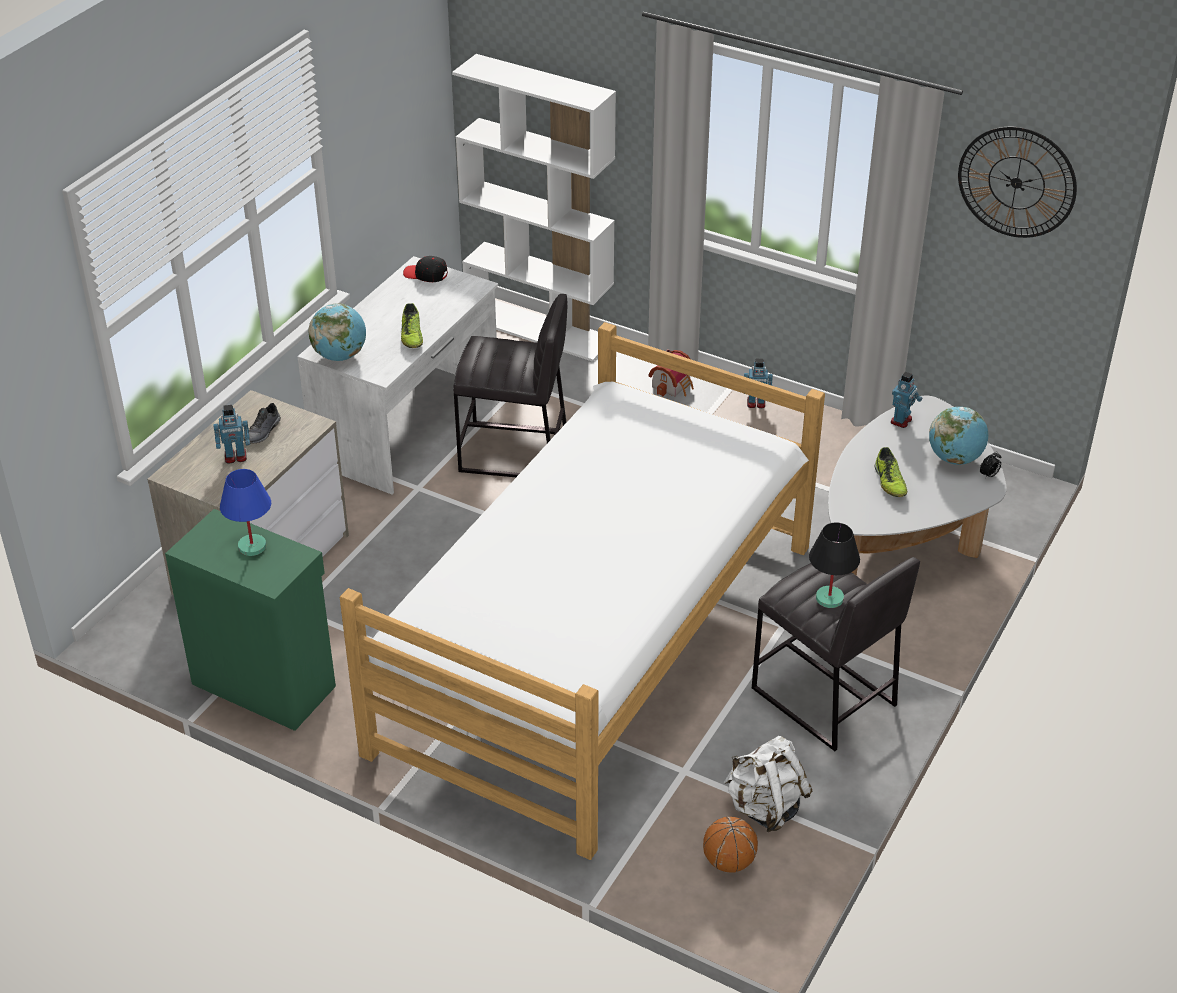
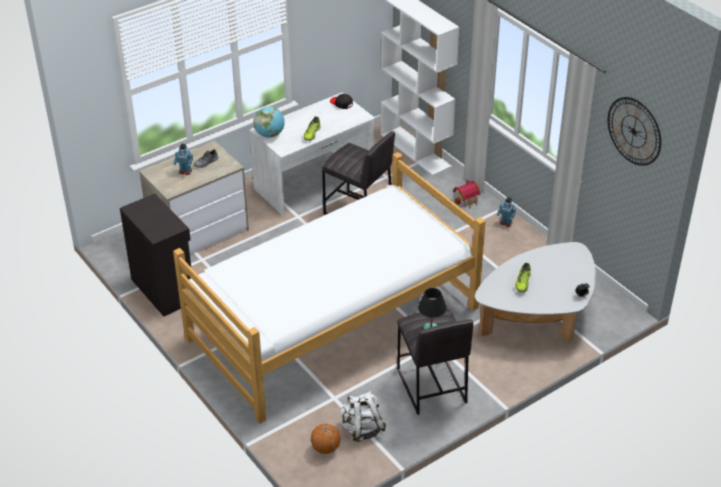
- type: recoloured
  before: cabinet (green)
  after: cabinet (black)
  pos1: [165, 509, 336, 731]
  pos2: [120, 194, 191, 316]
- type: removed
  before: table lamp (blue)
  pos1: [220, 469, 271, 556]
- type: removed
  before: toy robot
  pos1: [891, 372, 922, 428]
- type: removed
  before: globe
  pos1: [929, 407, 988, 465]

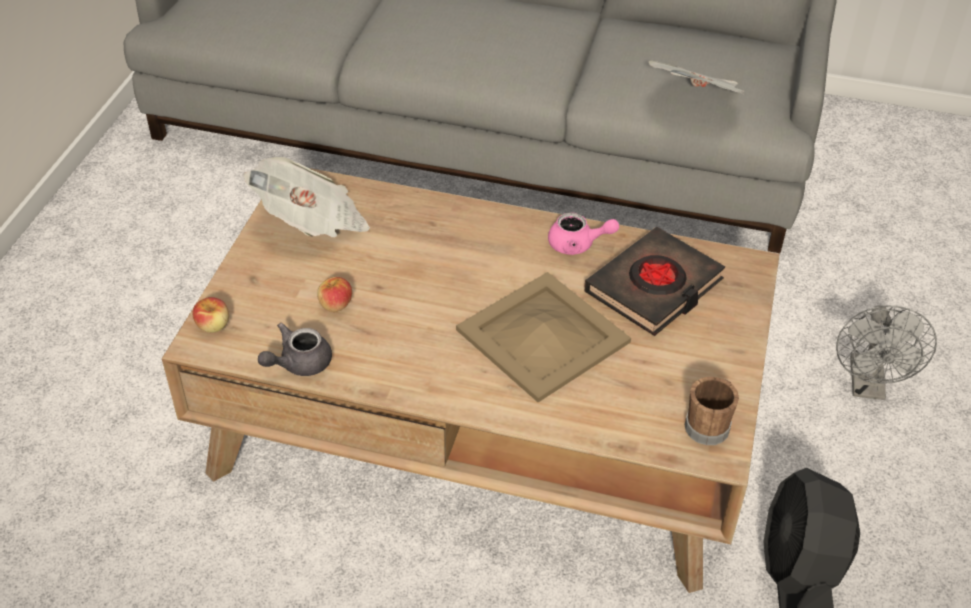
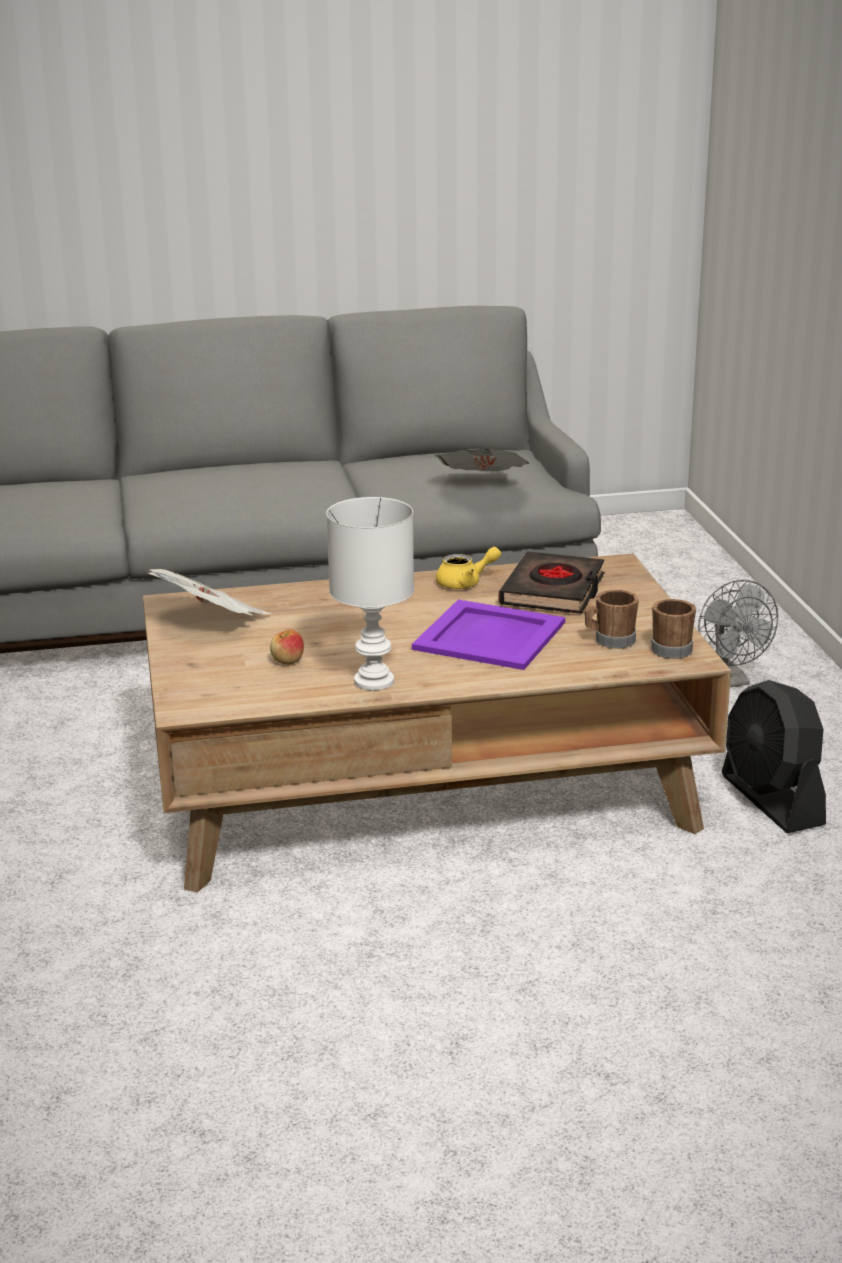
- type: added
  after: table lamp (white)
  pos2: [326, 497, 414, 690]
- type: recoloured
  before: tray (beige)
  after: tray (purple)
  pos1: [456, 272, 631, 402]
  pos2: [412, 599, 565, 670]
- type: recoloured
  before: teapot (pink)
  after: teapot (yellow)
  pos1: [548, 213, 619, 255]
  pos2: [436, 547, 501, 589]
- type: added
  after: mug (brown)
  pos2: [585, 590, 639, 649]
- type: removed
  before: apple
  pos1: [192, 297, 229, 333]
- type: removed
  before: teapot (grey)
  pos1: [258, 323, 332, 376]

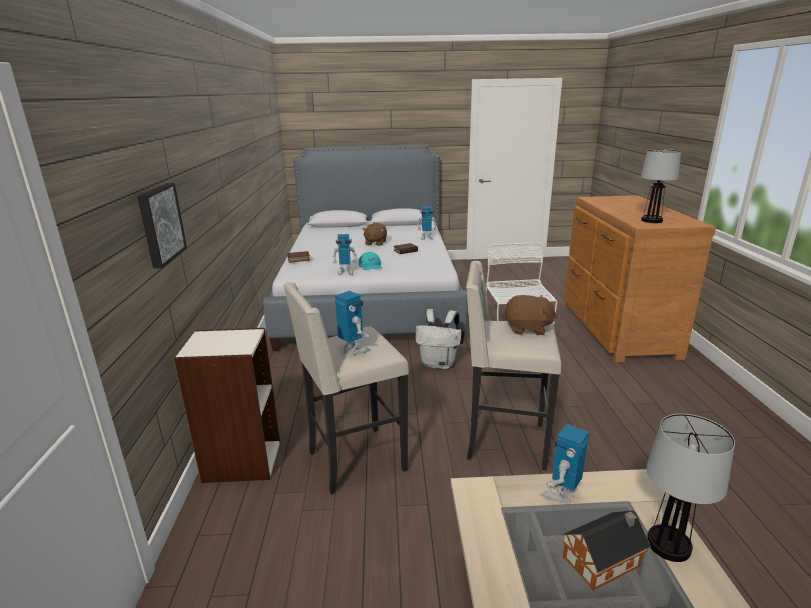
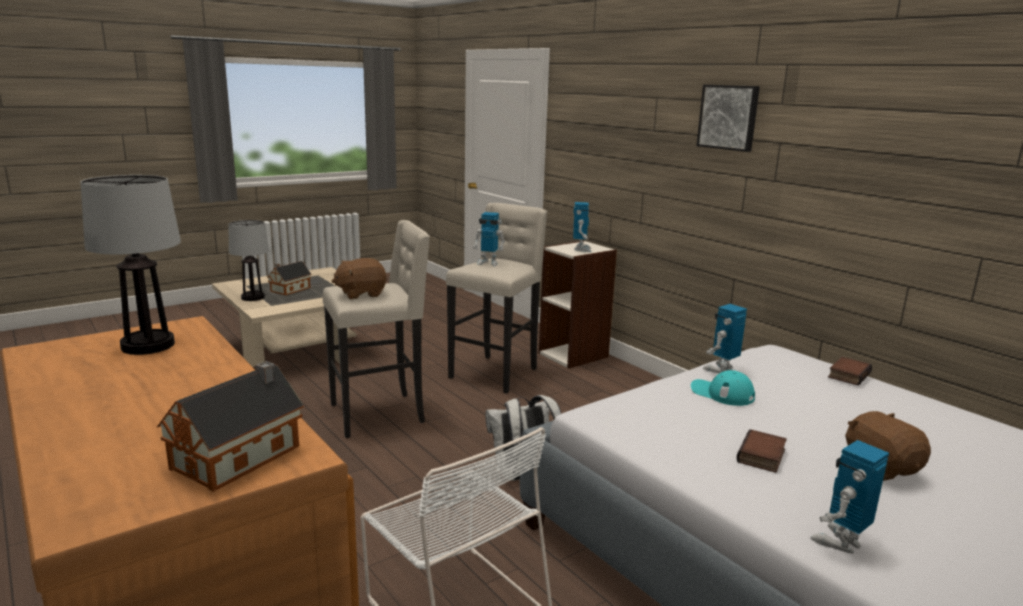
- type: added
  after: toy house
  pos2: [157, 361, 304, 492]
- type: moved
  before: toy robot
  pos1: [540, 424, 589, 503]
  pos2: [573, 202, 592, 252]
- type: moved
  before: picture
  pos1: [137, 183, 187, 269]
  pos2: [696, 85, 760, 152]

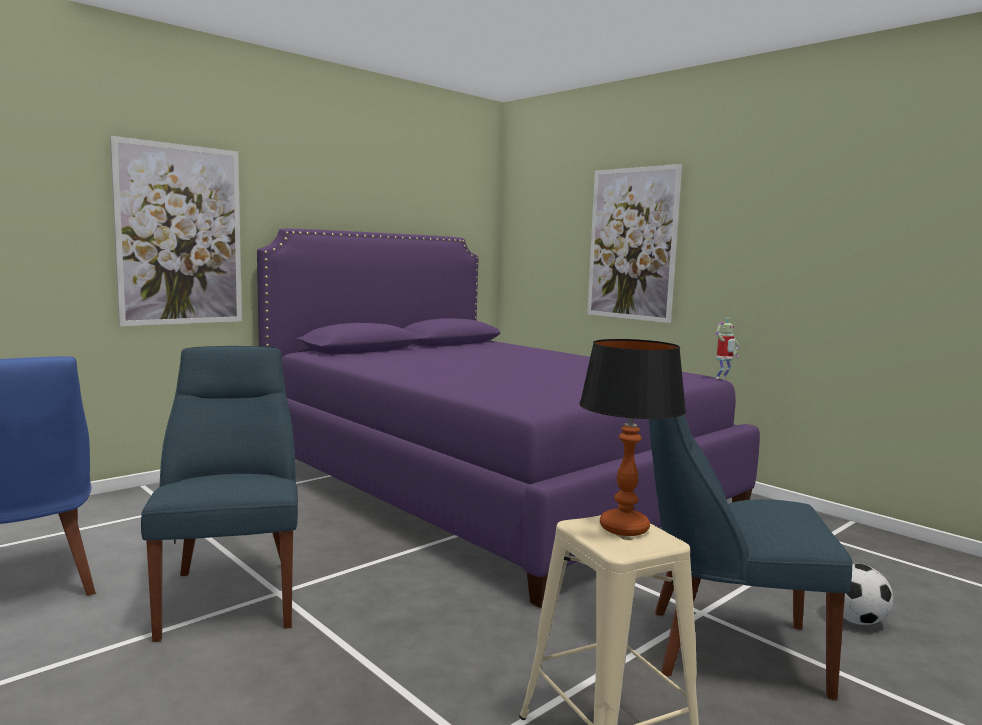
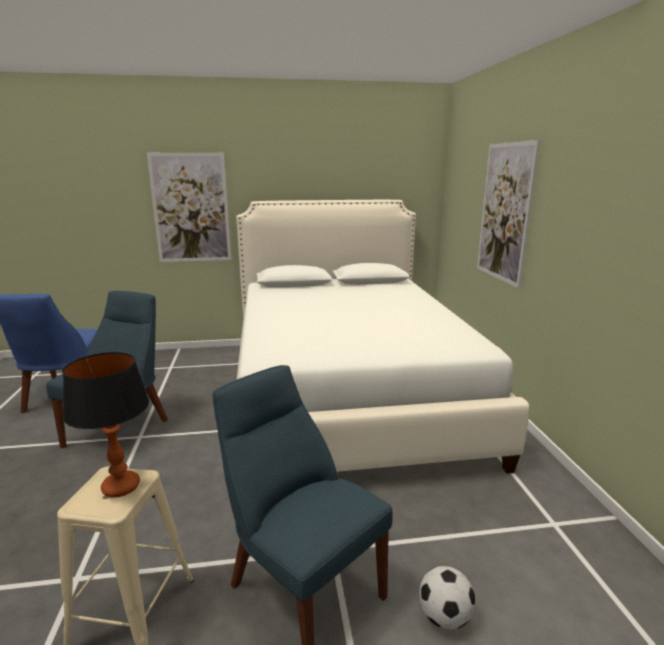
- type: recoloured
  before: bed (purple)
  after: bed (white)
  pos1: [257, 229, 760, 608]
  pos2: [236, 200, 529, 474]
- type: removed
  before: toy robot
  pos1: [716, 318, 739, 379]

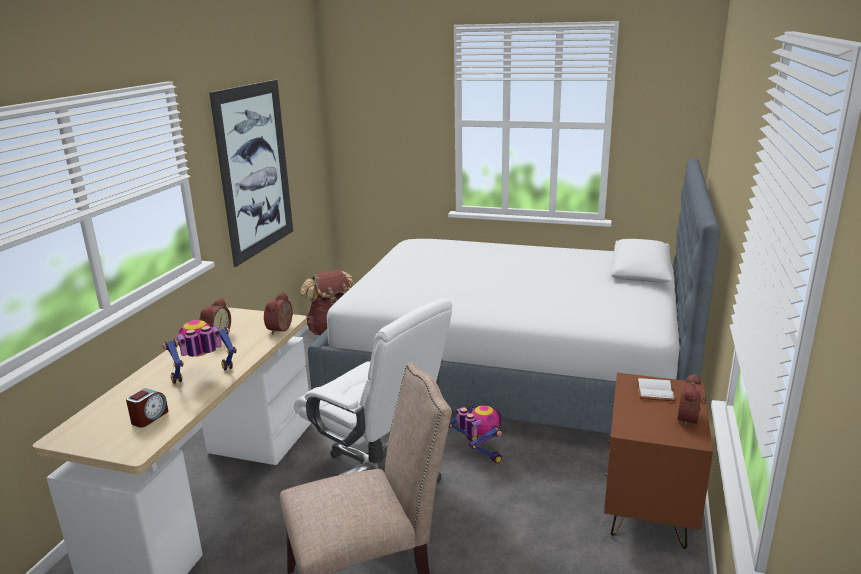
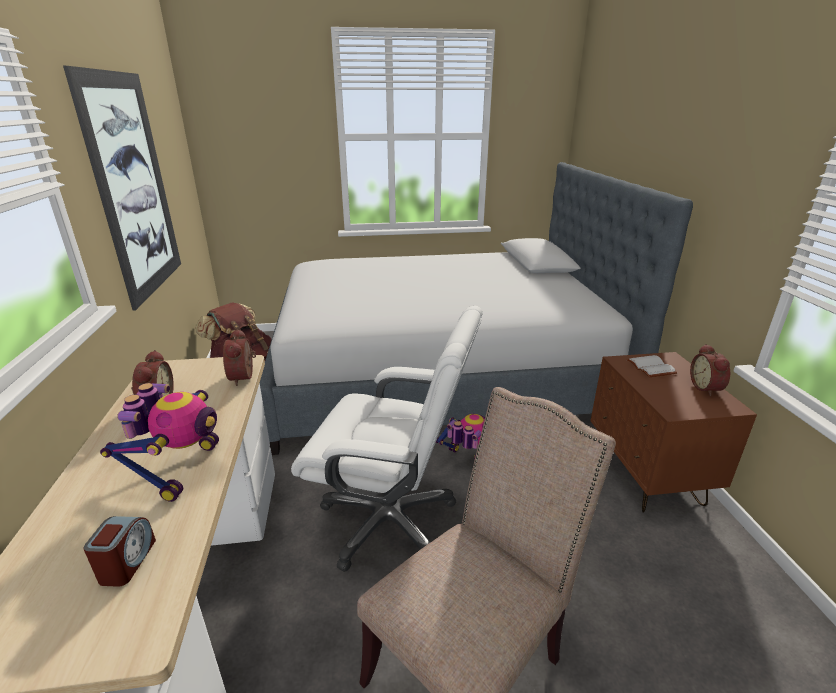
- type: turned
  before: toy robot
  pos1: [162, 320, 237, 384]
  pos2: [100, 383, 219, 502]
  turn: 150

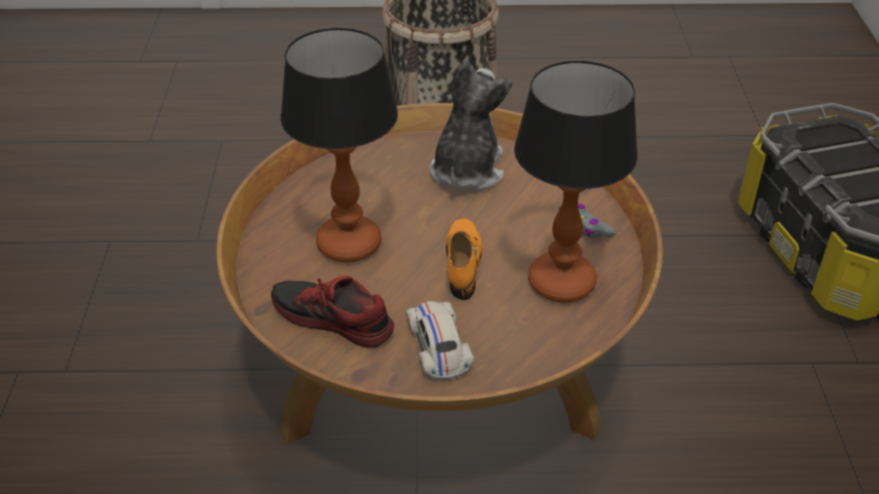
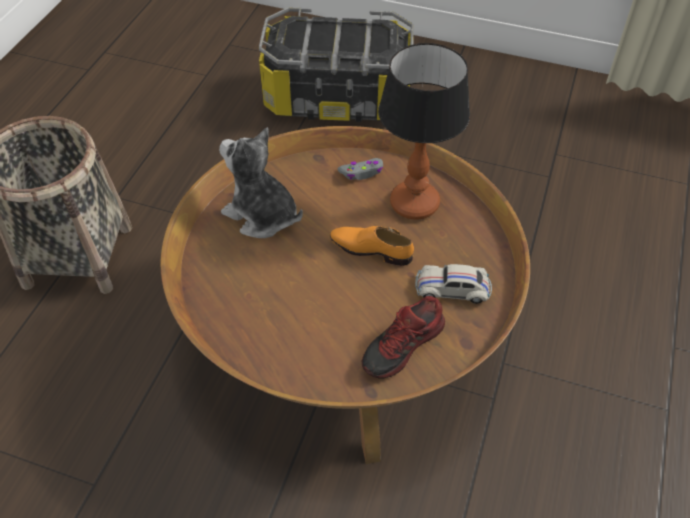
- type: removed
  before: table lamp
  pos1: [280, 28, 398, 262]

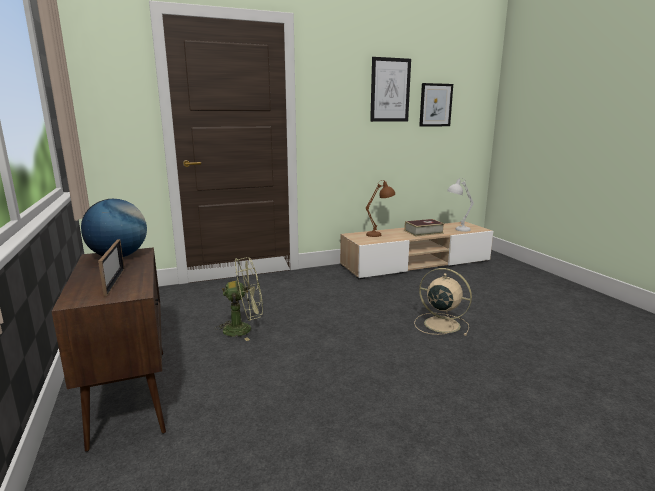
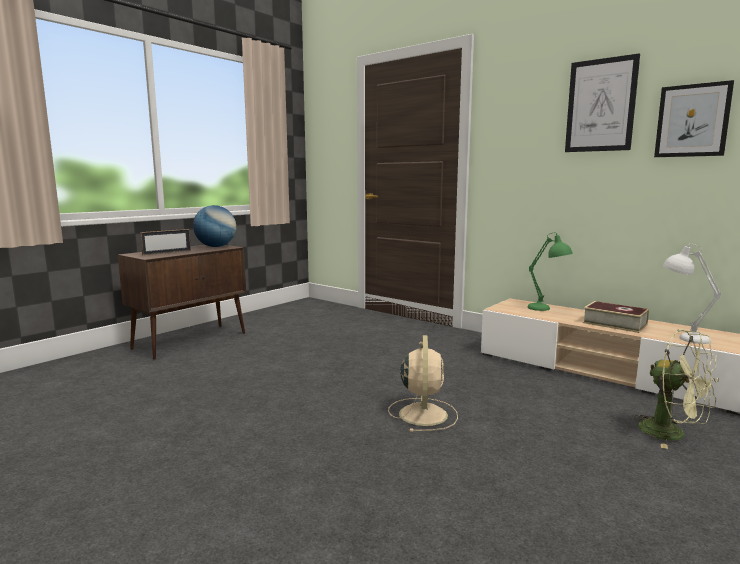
- type: recoloured
  before: table lamp (brown)
  after: table lamp (green)
  pos1: [366, 180, 395, 237]
  pos2: [528, 233, 573, 311]
- type: moved
  before: fan (green)
  pos1: [215, 257, 263, 341]
  pos2: [632, 329, 719, 449]

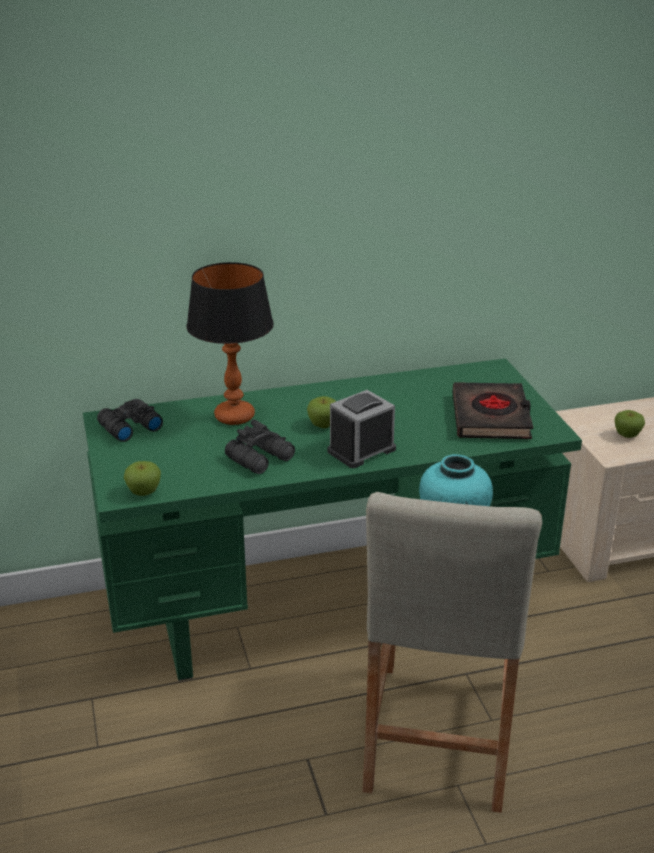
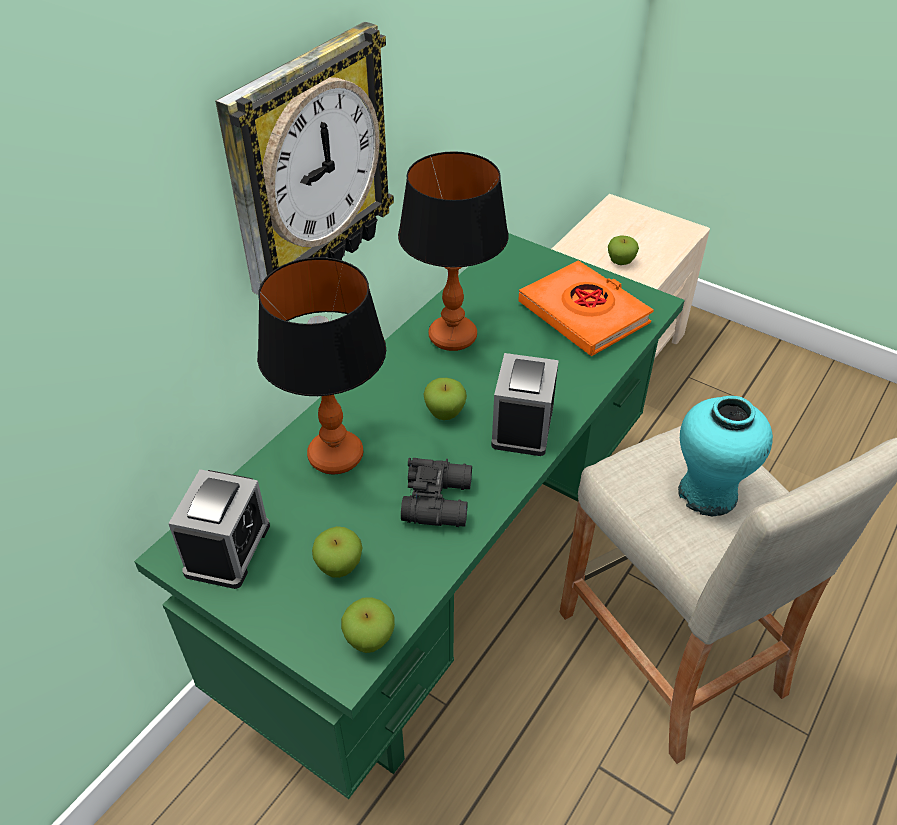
- type: replaced
  before: binoculars (black)
  after: alarm clock
  pos1: [97, 399, 163, 442]
  pos2: [168, 469, 270, 589]
- type: added
  after: wall clock
  pos2: [215, 22, 394, 295]
- type: added
  after: apple
  pos2: [312, 526, 363, 578]
- type: added
  after: table lamp
  pos2: [398, 151, 509, 351]
- type: recoloured
  before: book (black)
  after: book (orange)
  pos1: [452, 382, 533, 439]
  pos2: [518, 260, 654, 356]

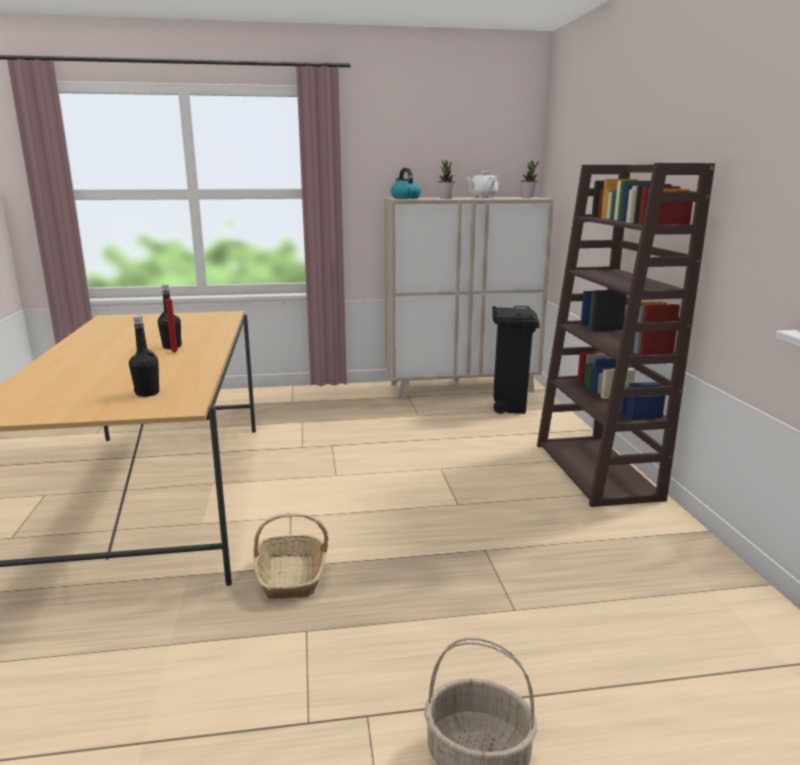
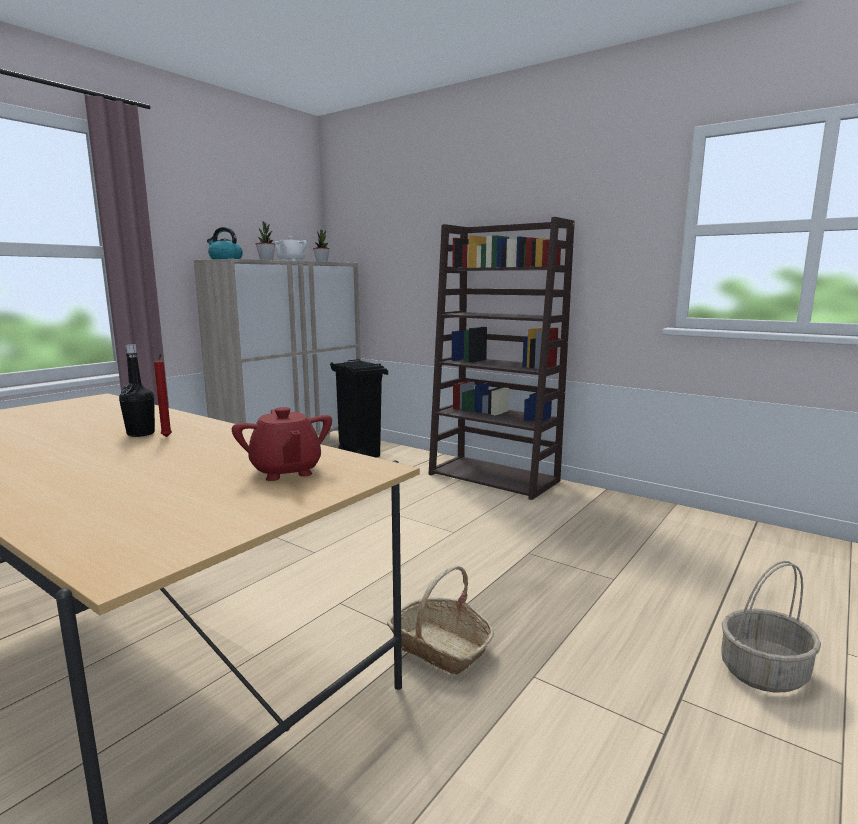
- type: replaced
  before: bottle (black)
  after: teapot (red)
  pos1: [129, 316, 159, 397]
  pos2: [232, 407, 332, 481]

